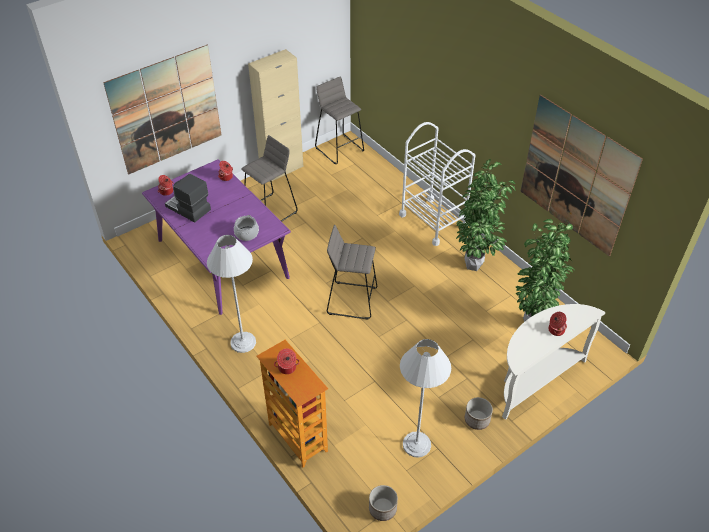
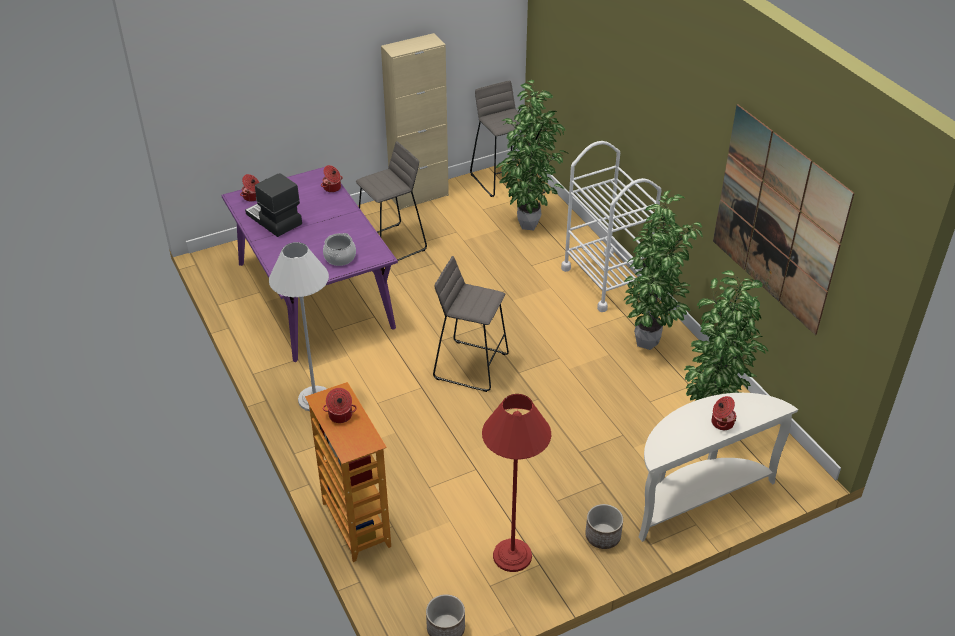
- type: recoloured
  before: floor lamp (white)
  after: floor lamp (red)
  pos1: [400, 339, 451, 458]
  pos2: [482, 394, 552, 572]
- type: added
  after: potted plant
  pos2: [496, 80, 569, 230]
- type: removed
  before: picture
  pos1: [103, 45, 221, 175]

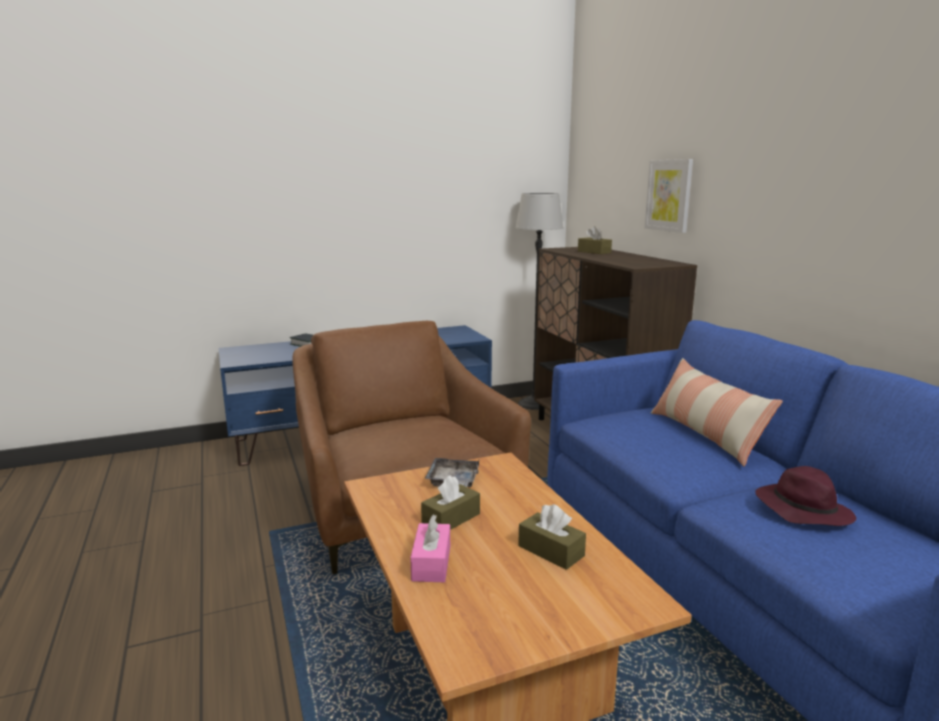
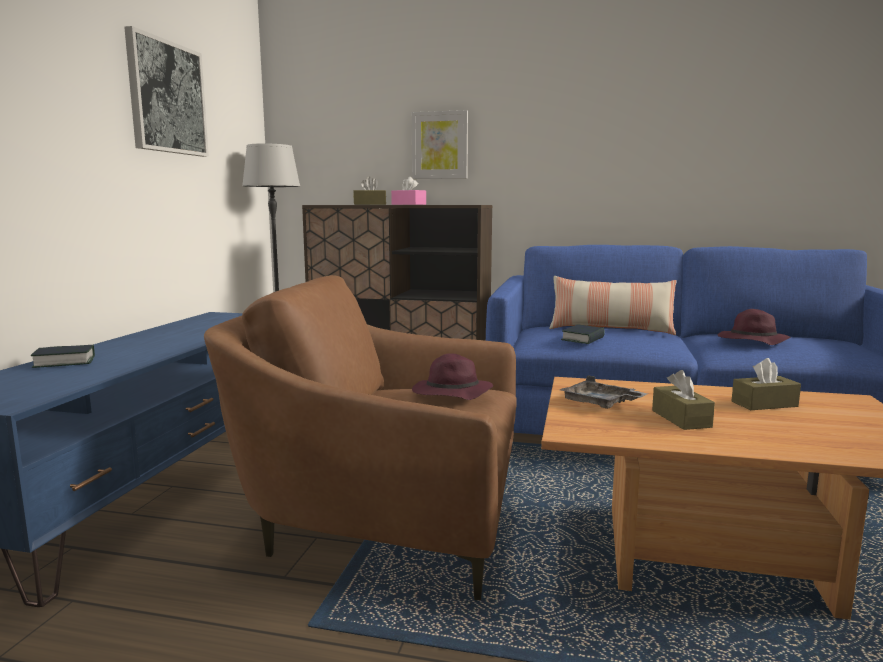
- type: added
  after: picture
  pos2: [124, 26, 209, 157]
- type: moved
  before: tissue box (pink)
  pos1: [410, 515, 450, 582]
  pos2: [391, 177, 426, 205]
- type: added
  after: hat (purple)
  pos2: [412, 353, 493, 400]
- type: added
  after: book
  pos2: [561, 324, 605, 344]

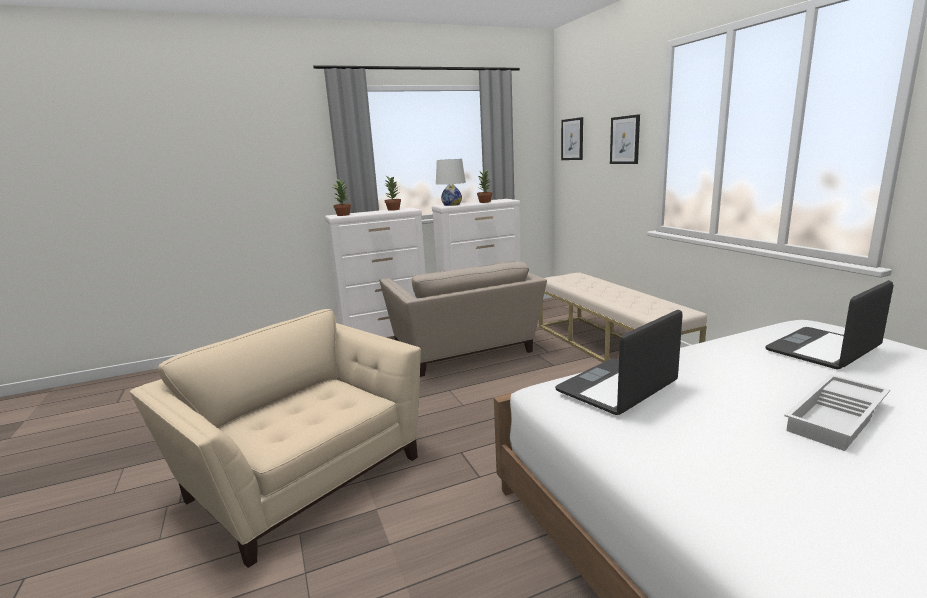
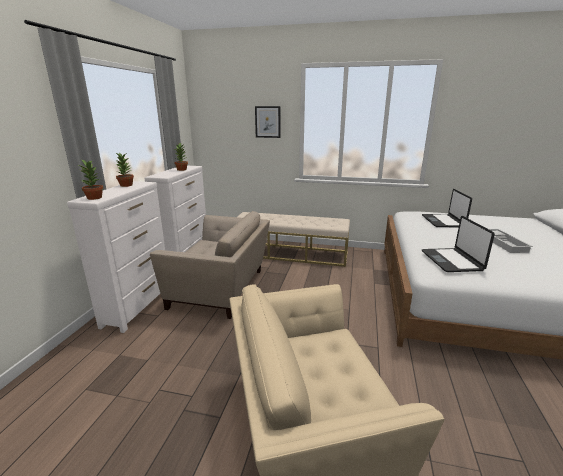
- type: removed
  before: table lamp (white)
  pos1: [436, 159, 466, 206]
- type: removed
  before: picture
  pos1: [561, 117, 583, 160]

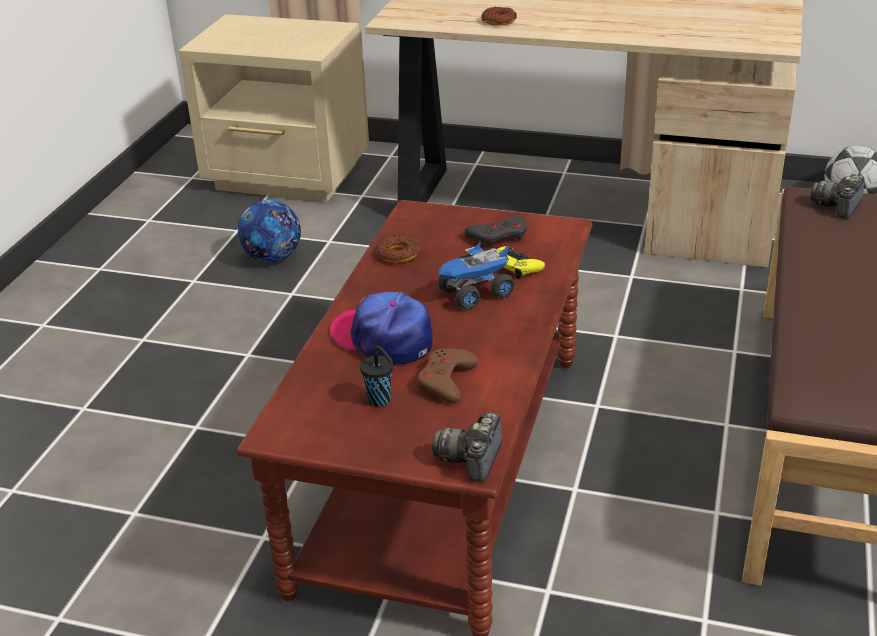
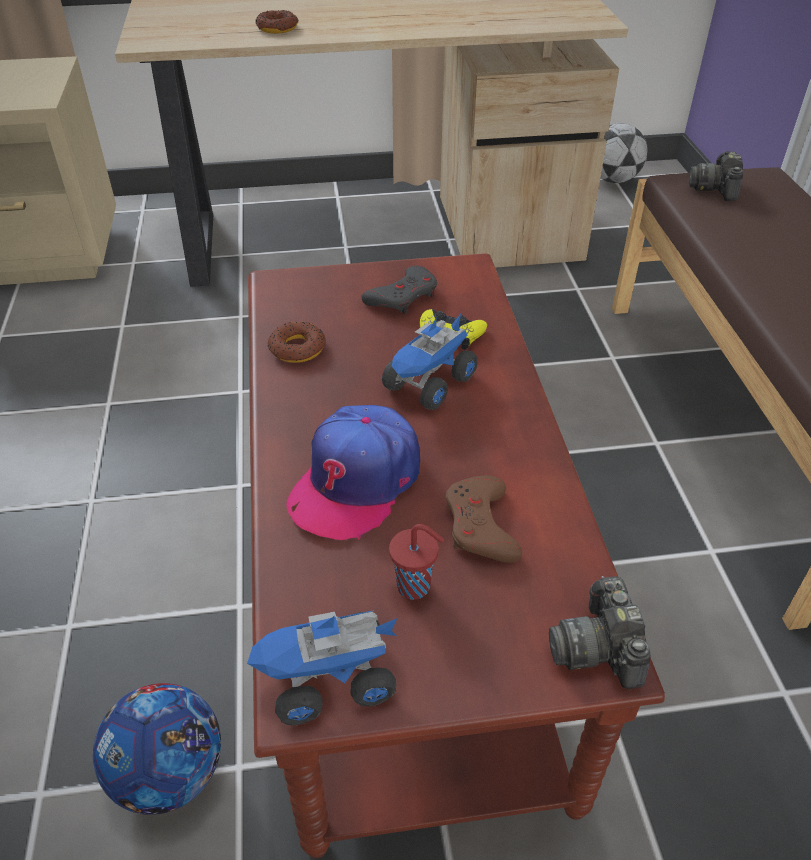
- type: moved
  before: football
  pos1: [238, 200, 301, 263]
  pos2: [93, 683, 221, 815]
- type: added
  after: toy truck
  pos2: [247, 611, 397, 726]
- type: turned
  before: cap
  pos1: [330, 292, 433, 365]
  pos2: [286, 405, 420, 540]
  turn: -75
- type: recoloured
  before: cup (black)
  after: cup (red)
  pos1: [360, 346, 393, 406]
  pos2: [389, 524, 444, 600]

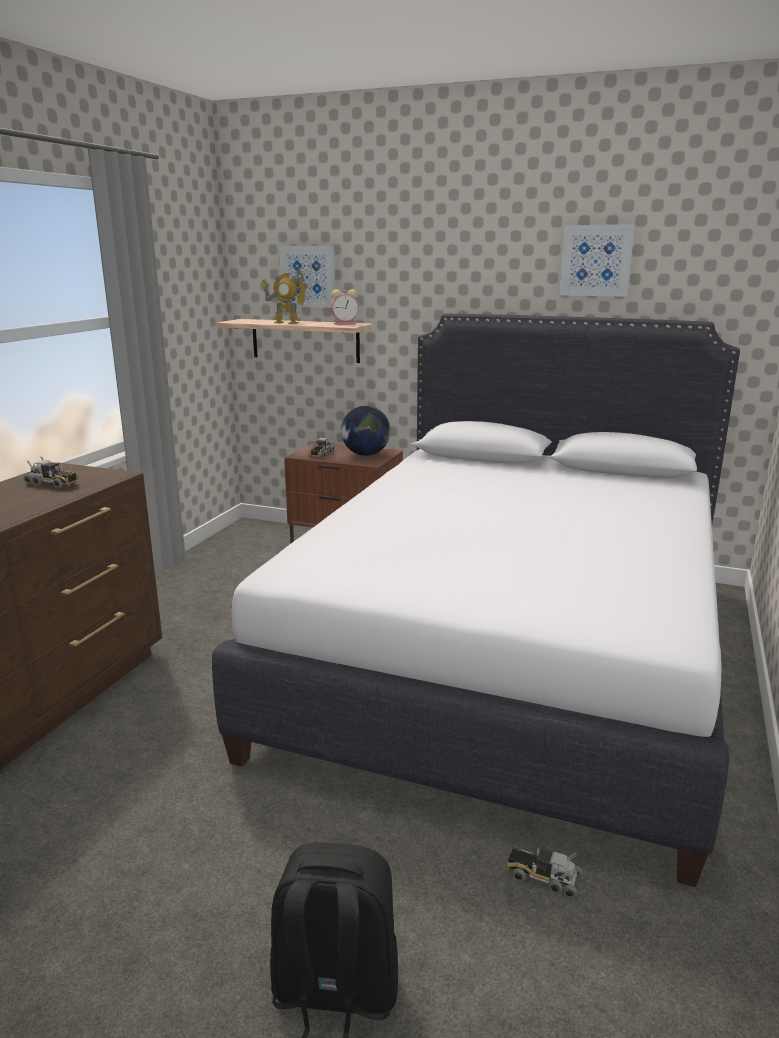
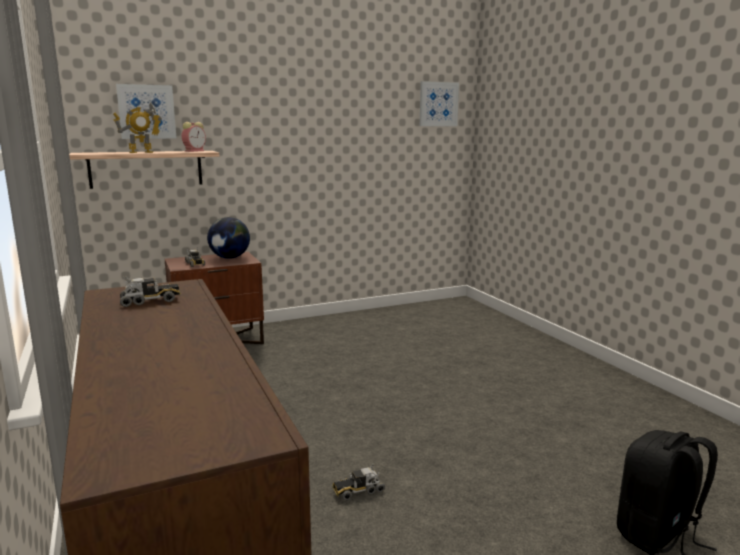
- type: moved
  before: toy truck
  pos1: [506, 847, 583, 899]
  pos2: [333, 463, 385, 500]
- type: moved
  before: picture
  pos1: [559, 225, 635, 297]
  pos2: [420, 81, 459, 126]
- type: removed
  before: bed (white)
  pos1: [212, 314, 740, 887]

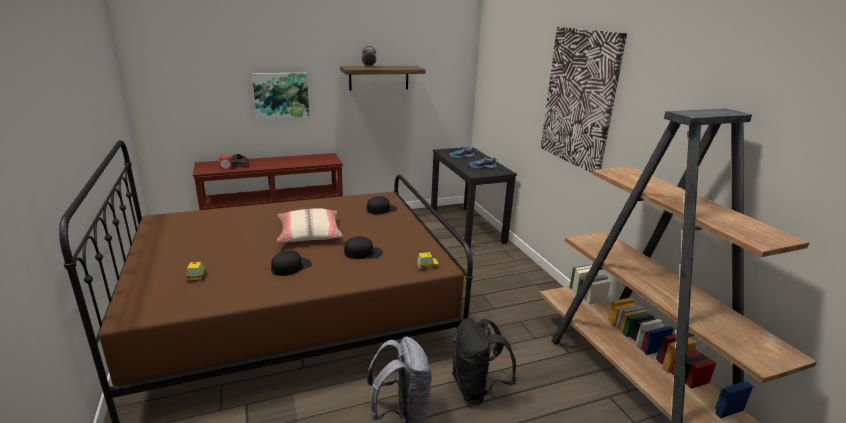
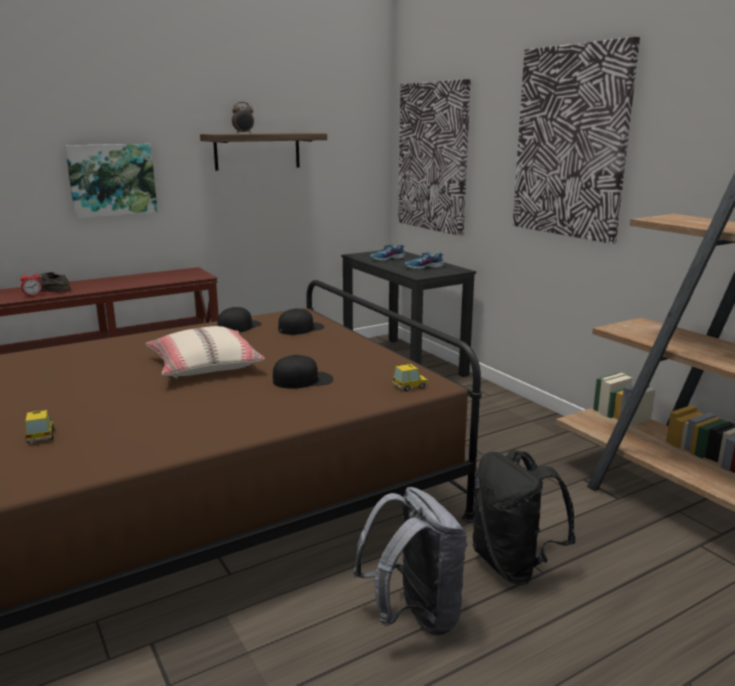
- type: moved
  before: cap (black)
  pos1: [271, 250, 312, 276]
  pos2: [217, 307, 262, 333]
- type: added
  after: picture
  pos2: [398, 79, 471, 236]

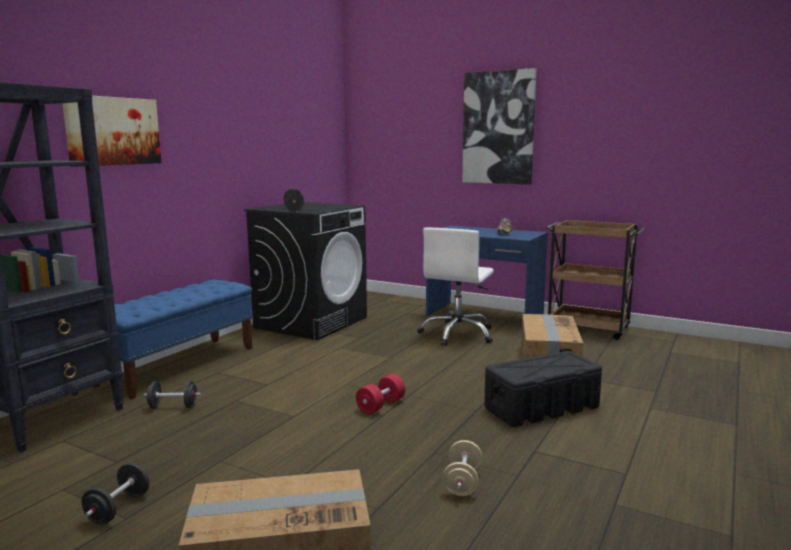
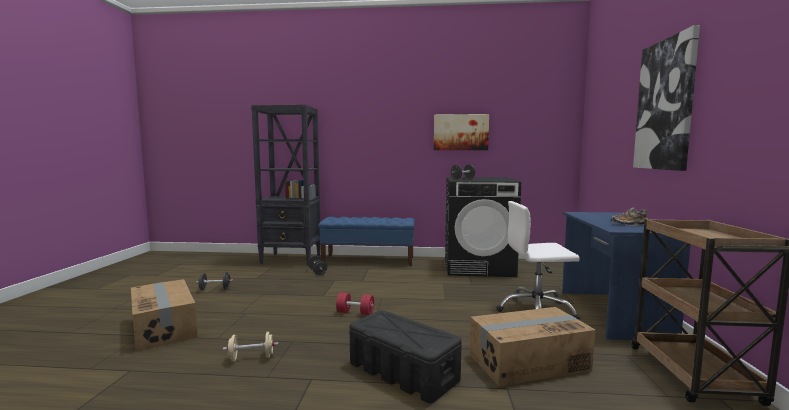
- type: moved
  before: picture
  pos1: [63, 96, 162, 167]
  pos2: [434, 114, 489, 150]

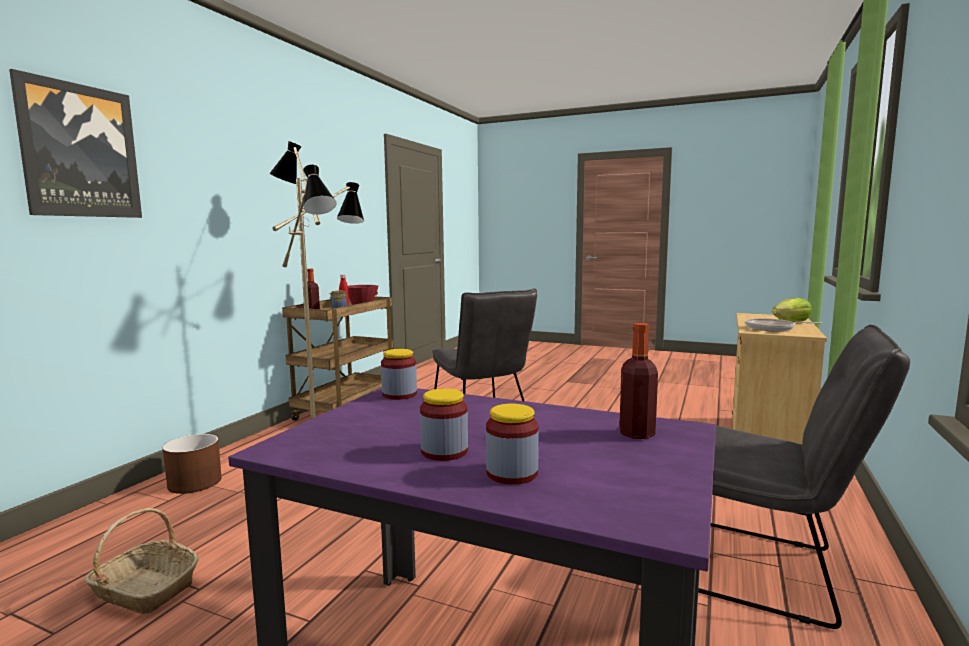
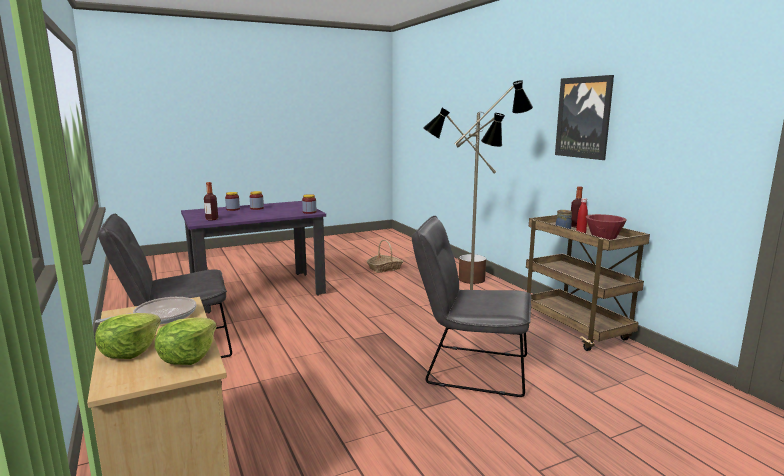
- type: added
  after: lettuce
  pos2: [155, 318, 217, 365]
- type: moved
  before: picture
  pos1: [9, 69, 142, 218]
  pos2: [555, 75, 614, 160]

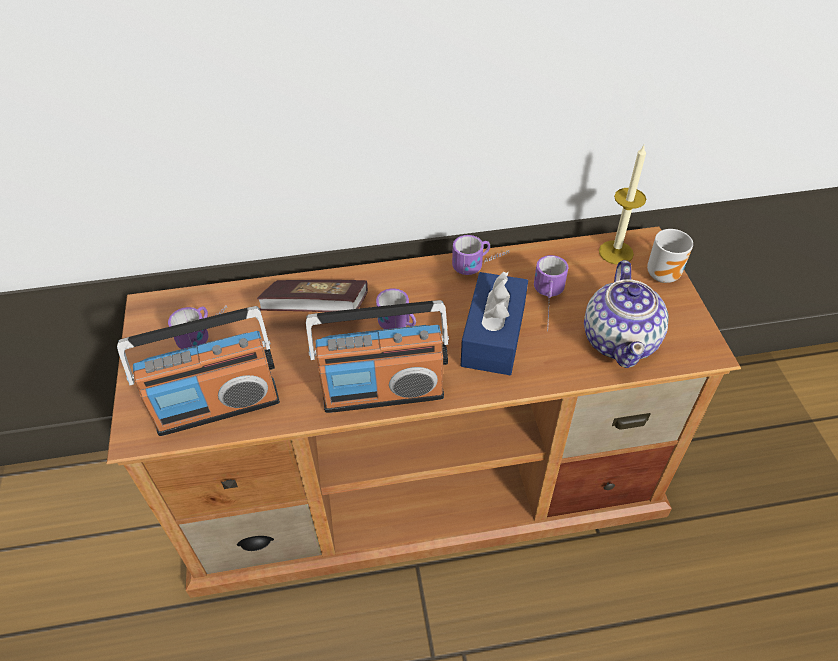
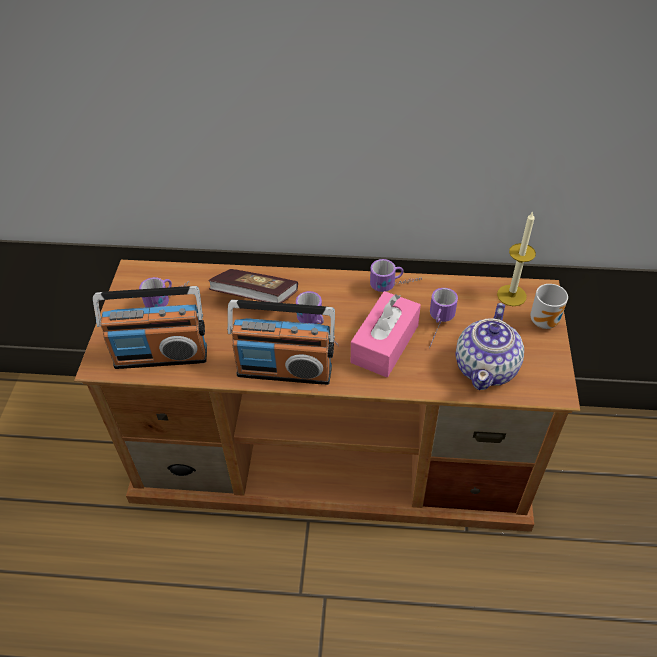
- type: recoloured
  before: tissue box (blue)
  after: tissue box (pink)
  pos1: [461, 272, 528, 375]
  pos2: [351, 291, 421, 377]

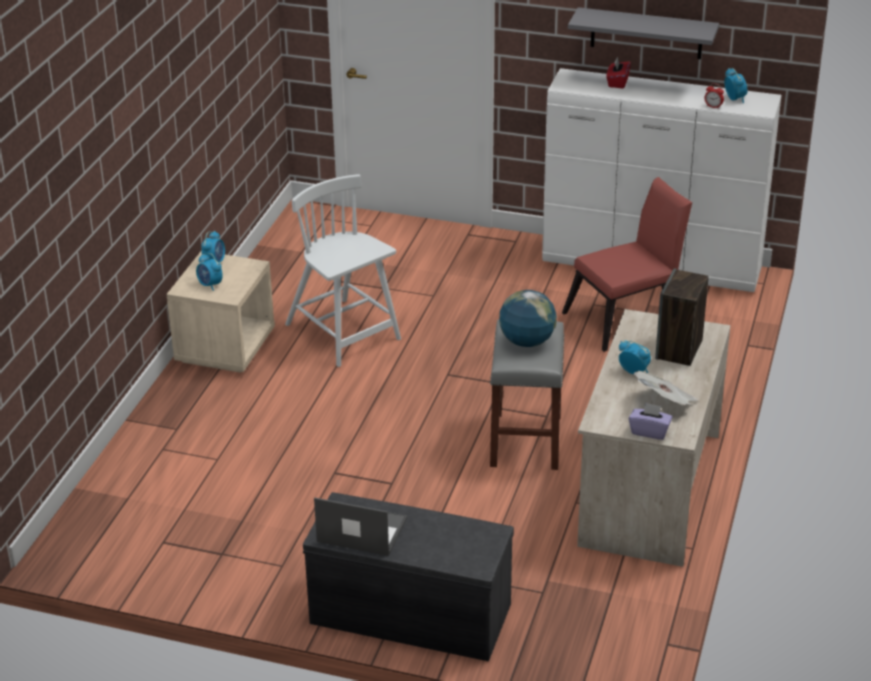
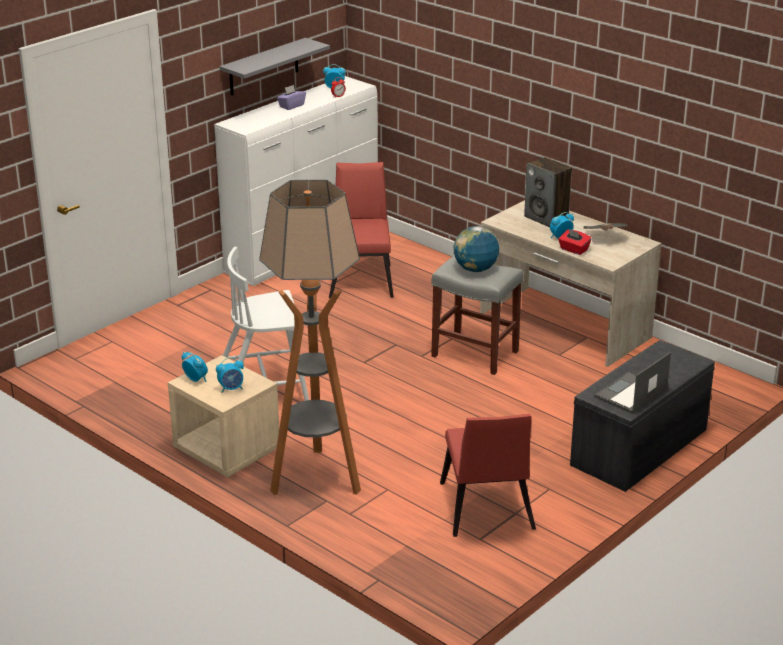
- type: added
  after: floor lamp
  pos2: [259, 180, 361, 495]
- type: moved
  before: tissue box (purple)
  pos1: [629, 402, 673, 440]
  pos2: [277, 85, 306, 110]
- type: added
  after: chair (red)
  pos2: [440, 414, 536, 537]
- type: moved
  before: tissue box (red)
  pos1: [606, 57, 631, 88]
  pos2: [558, 229, 592, 255]

